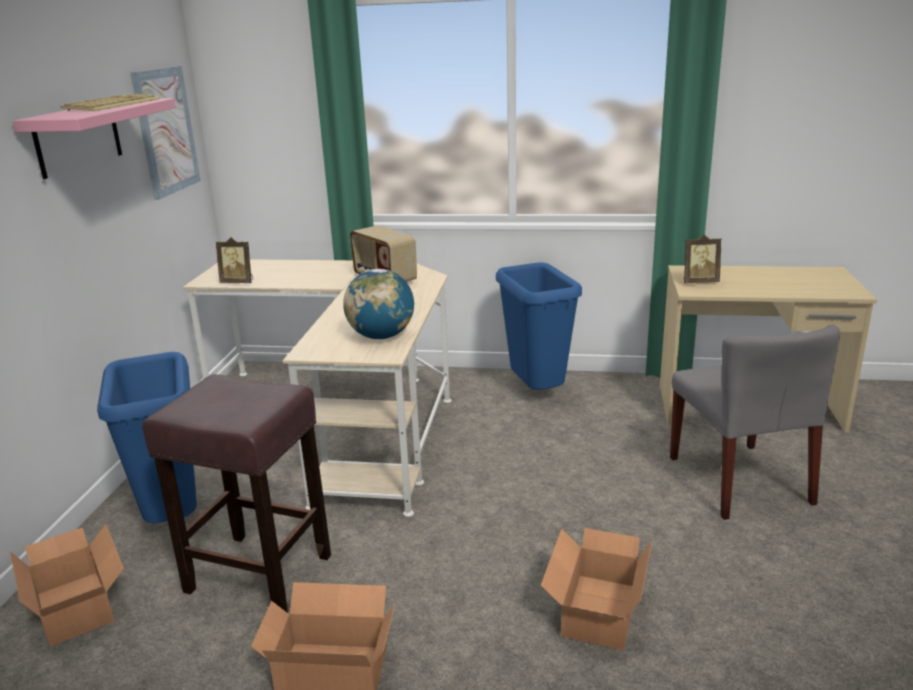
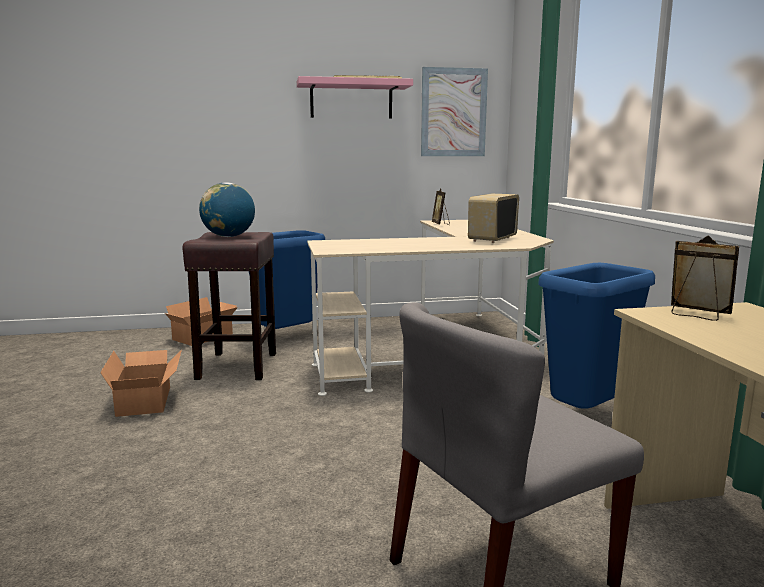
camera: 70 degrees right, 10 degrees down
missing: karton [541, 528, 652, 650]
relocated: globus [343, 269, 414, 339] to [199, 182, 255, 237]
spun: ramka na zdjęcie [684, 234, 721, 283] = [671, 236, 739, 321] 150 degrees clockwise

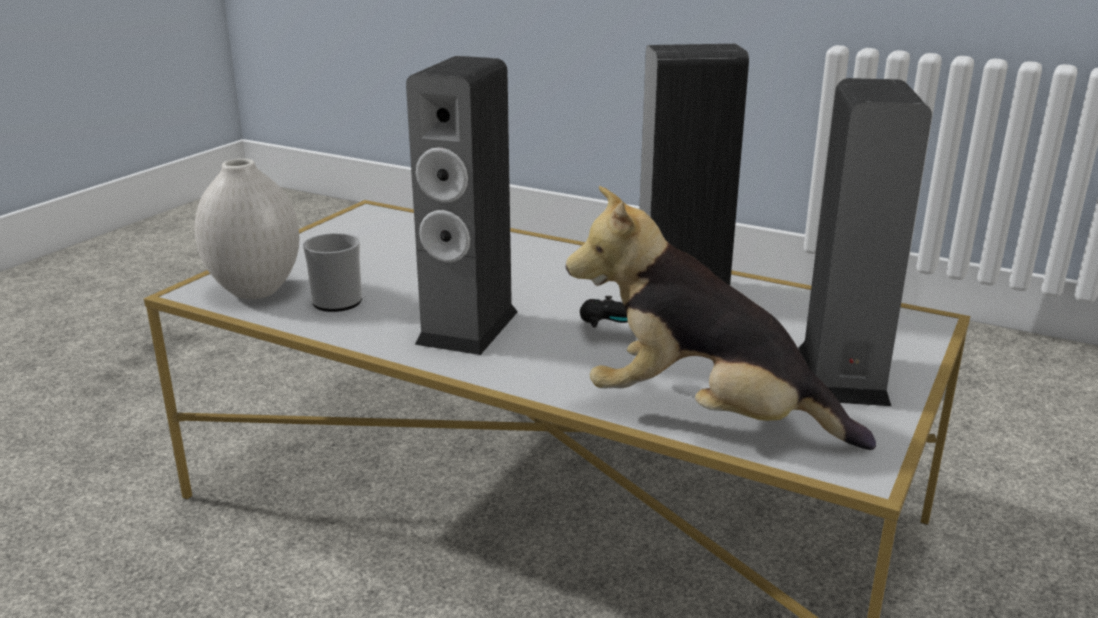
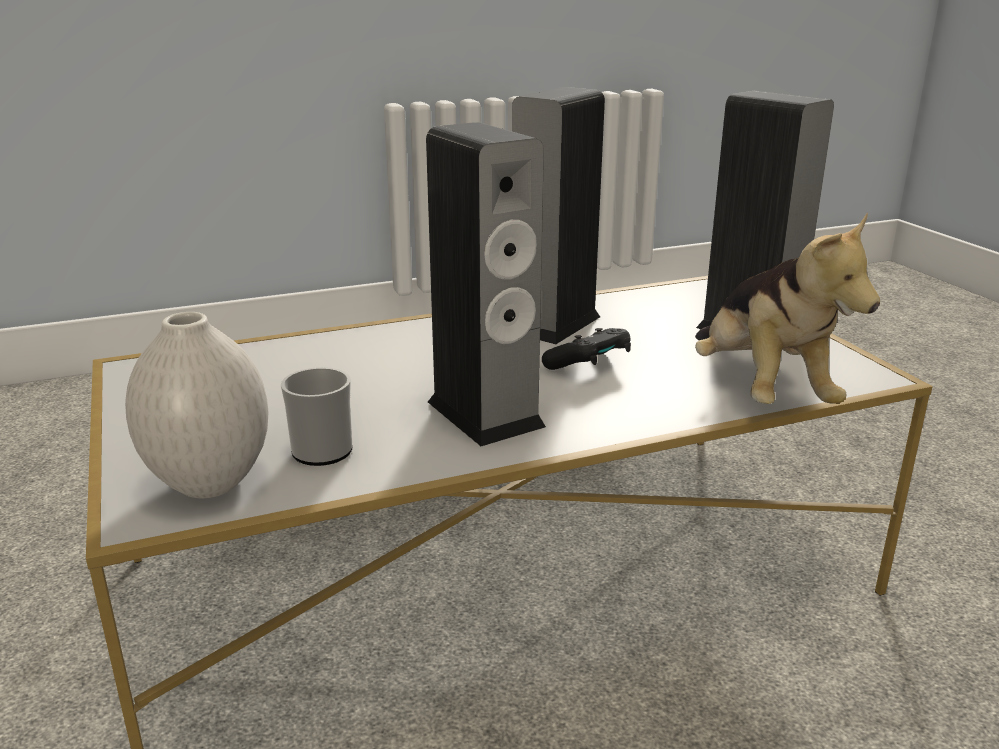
camera: 50 degrees left, 0 degrees up
spun: pluszak [566, 186, 876, 450] = [695, 212, 880, 404] 75 degrees counterclockwise

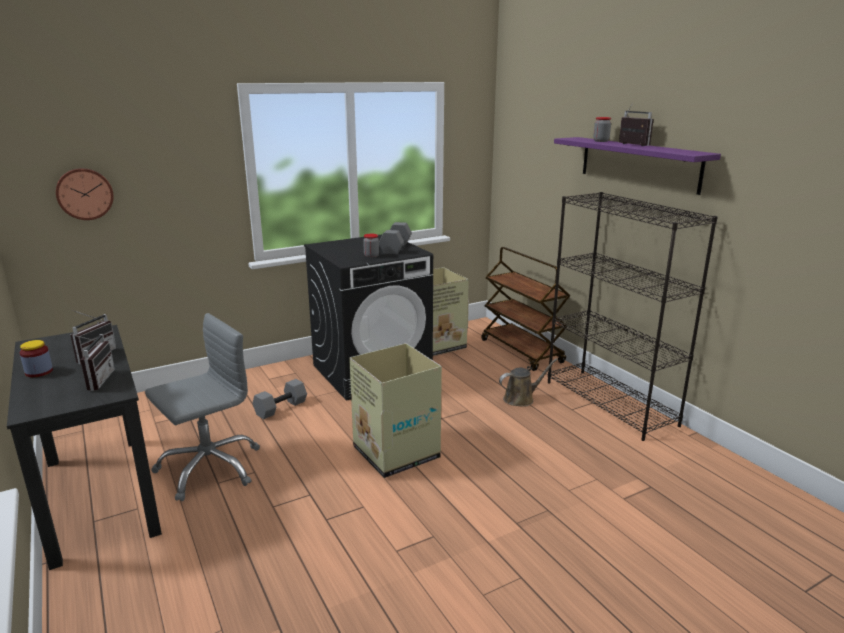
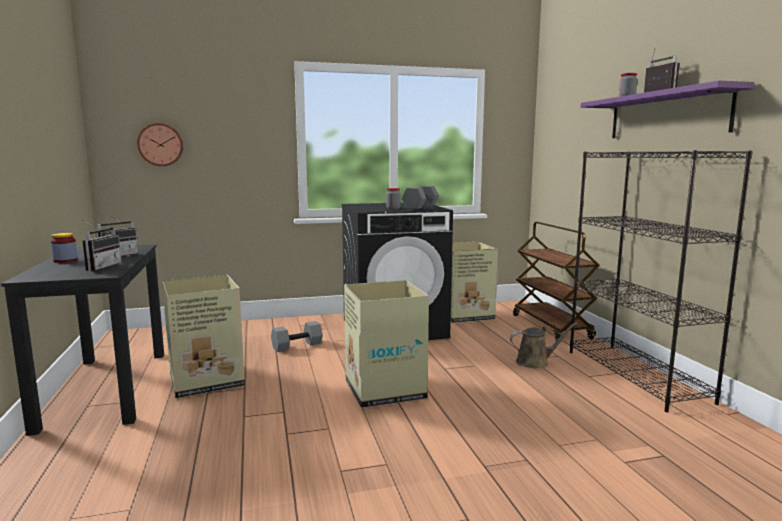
camera: 15 degrees right, 10 degrees down
exchanged: krzesło biurowe/szary [145, 313, 260, 501] to karton [162, 275, 245, 398]

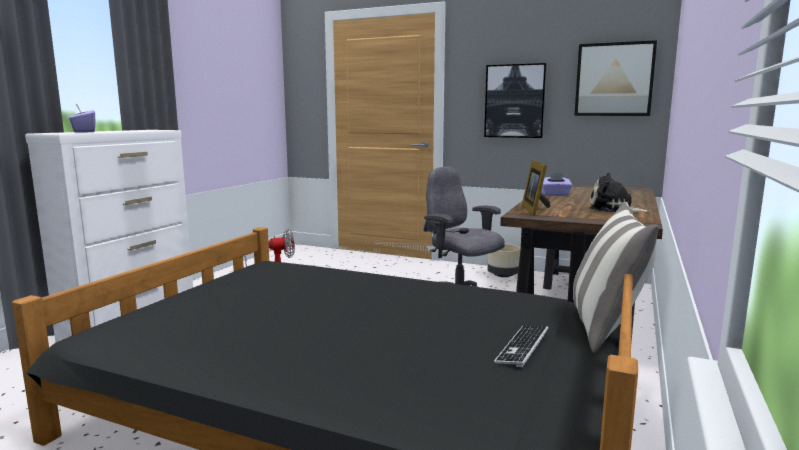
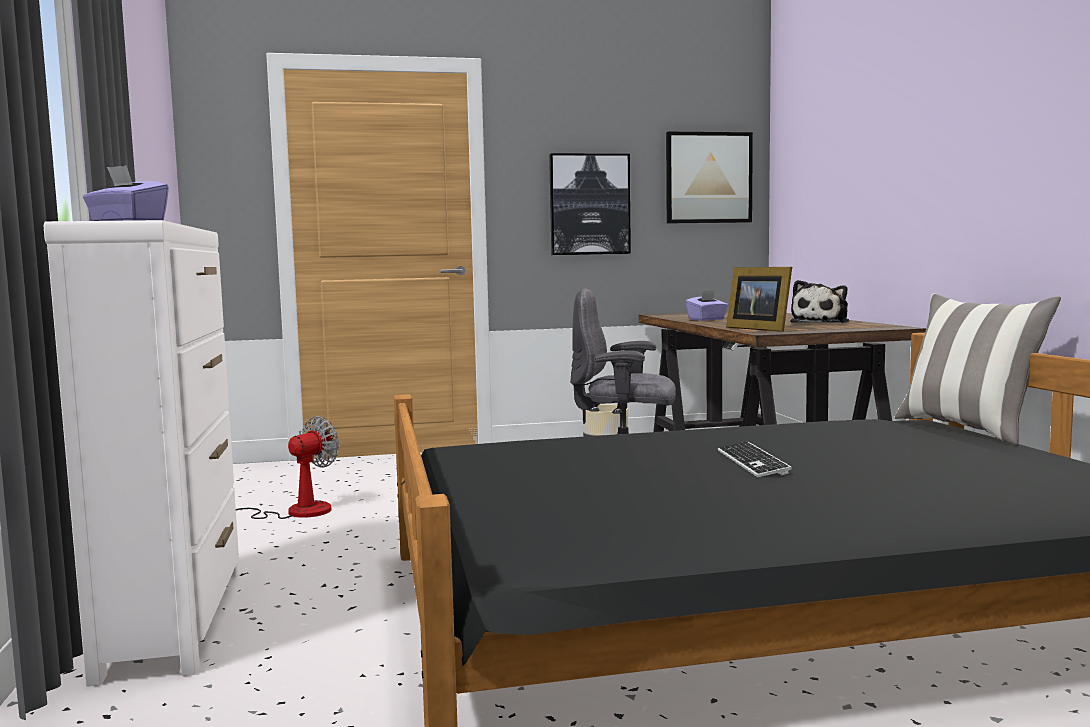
camera: 35 degrees left, 5 degrees down
relocated: klawiatura [494, 326, 549, 367] to [718, 442, 792, 477]
spun: pluszak [590, 172, 650, 213] = [790, 280, 849, 323] 45 degrees counterclockwise

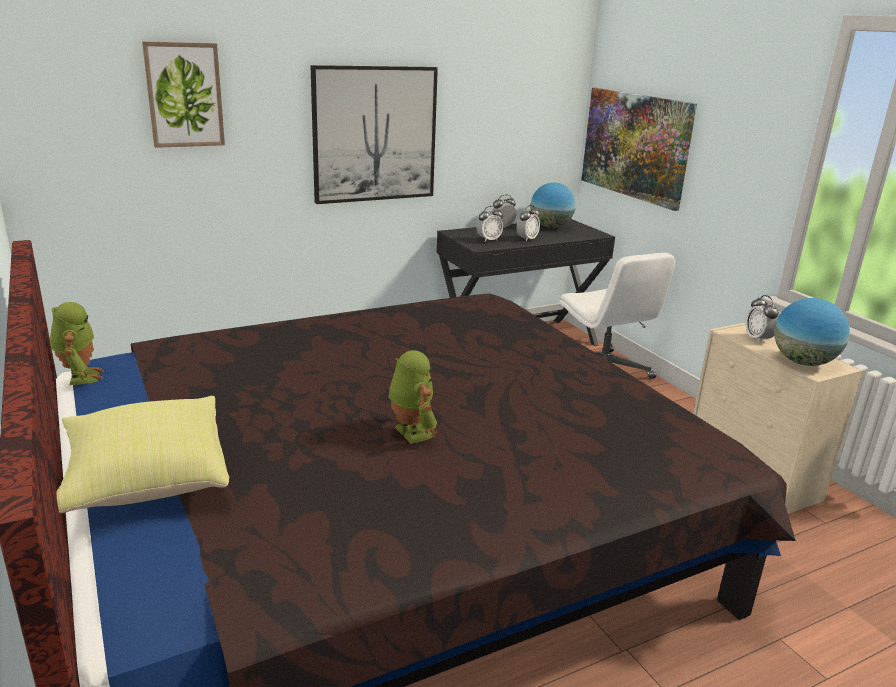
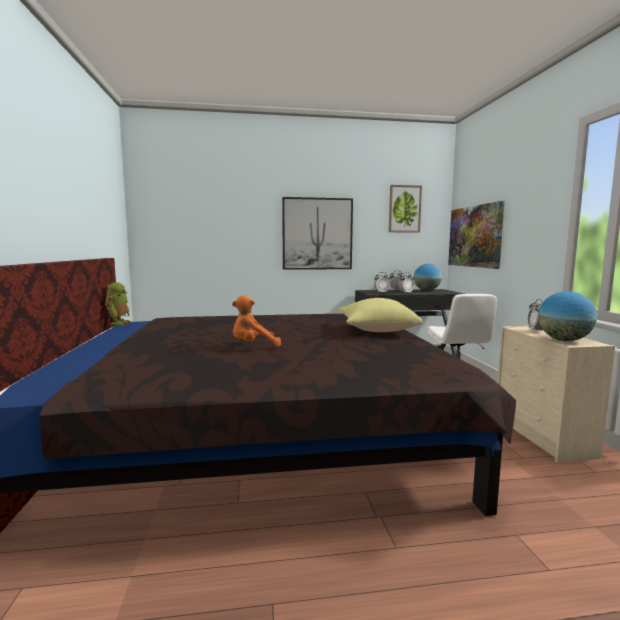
camera: 20 degrees right, 15 degrees down
relocated: obraz [142, 41, 225, 148] to [389, 185, 422, 233]; poduszka/żółty [57, 396, 229, 513] to [338, 298, 423, 332]
exchanged: robot zabawkowy [388, 350, 437, 444] to pluszak/pomarańczowy [232, 295, 281, 347]

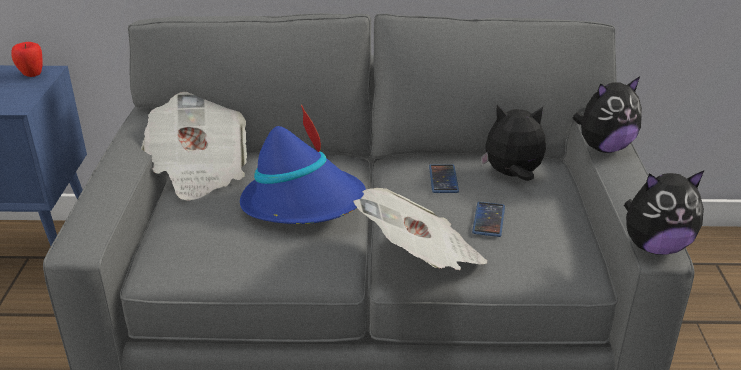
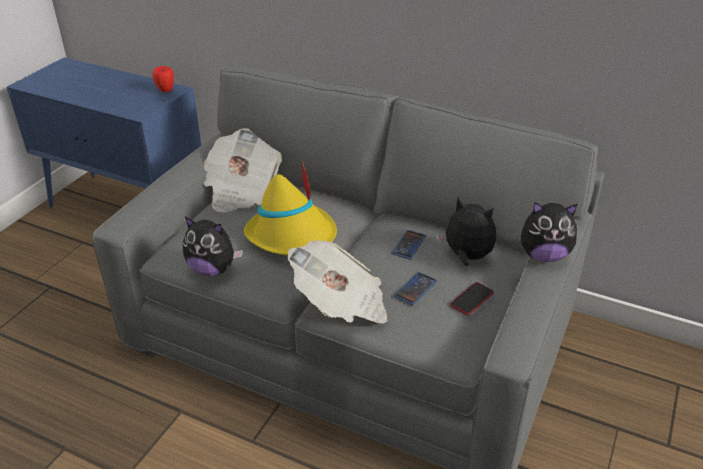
camera: 25 degrees right, 5 degrees up
appeared: telefon [450, 282, 494, 315]
relocated: pluszak [624, 171, 704, 255] to [183, 216, 243, 276]
colour: kapelusz/niebieski [240, 105, 366, 224] to kapelusz/żółty [244, 161, 337, 255]

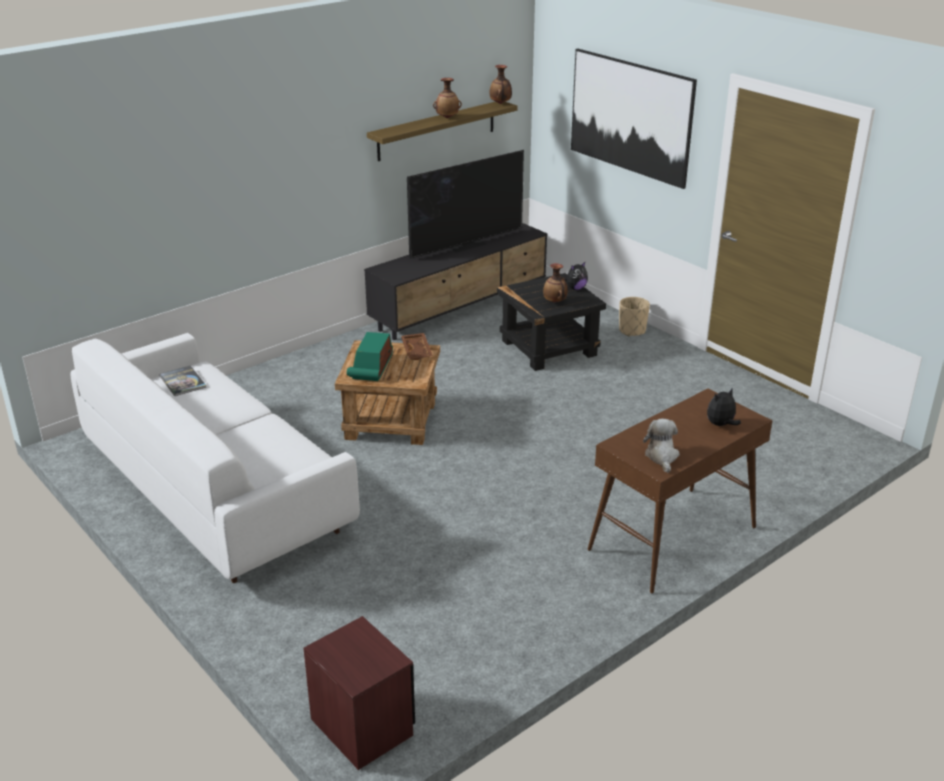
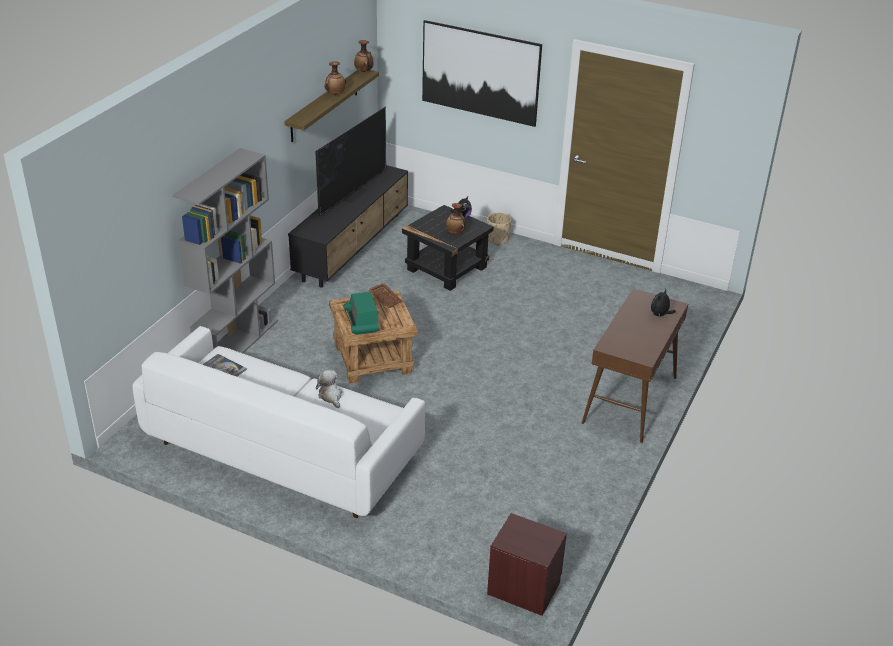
camera: 25 degrees left, 5 degrees up
appeared: regał/szary [172, 148, 278, 353]
relocated: pluszak [643, 419, 680, 473] to [316, 370, 342, 408]

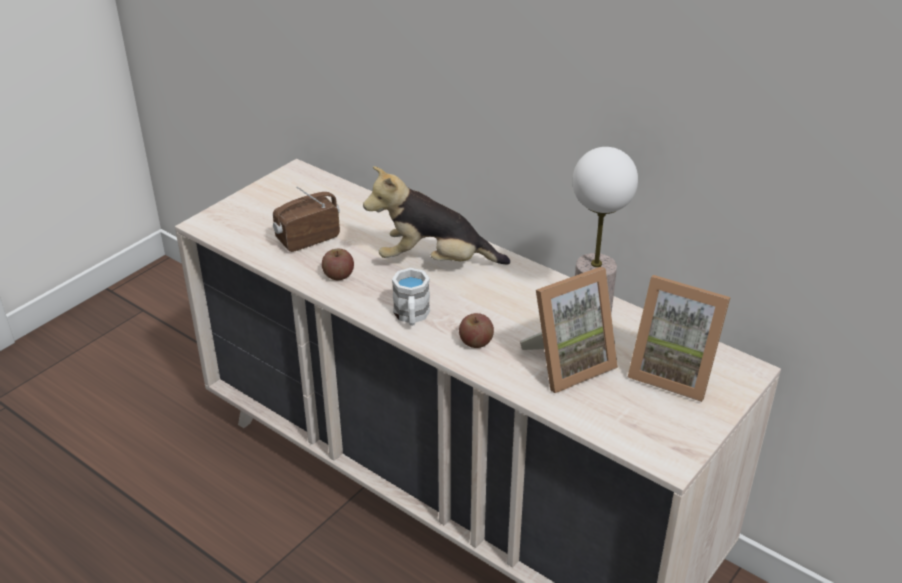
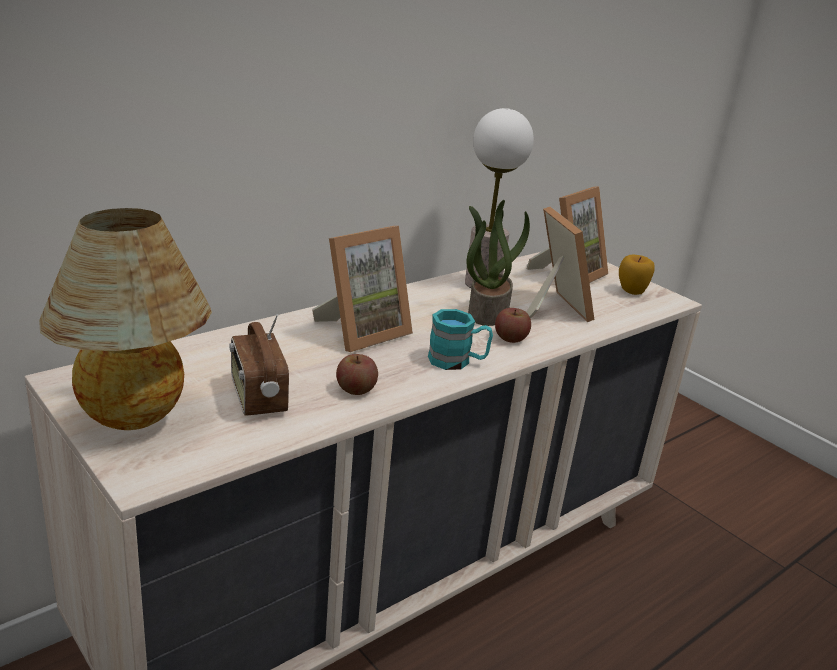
camera: 80 degrees left, 10 degrees down
appeared: roślina doniczkowa [467, 200, 530, 326]; lampa stołowa [39, 208, 212, 430]; jabłko [619, 255, 655, 295]
exchanged: pluszak [363, 166, 510, 264] to ramka na zdjęcie [312, 226, 413, 352]
colour: kubek/biały [392, 268, 430, 326] to kubek/turkusowy [428, 309, 493, 370]

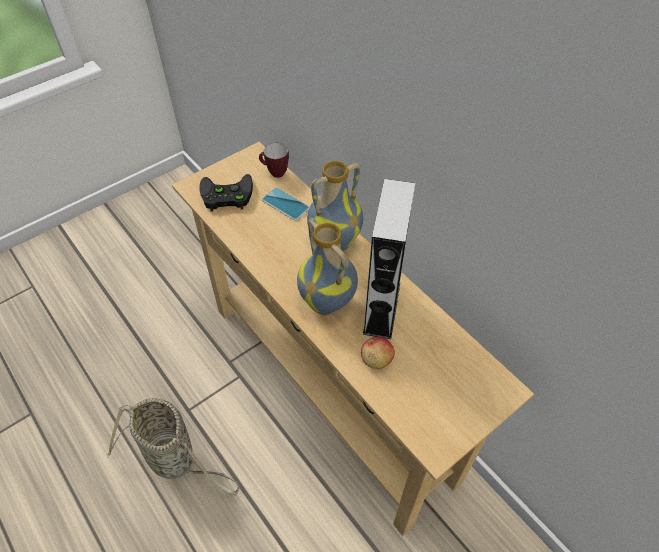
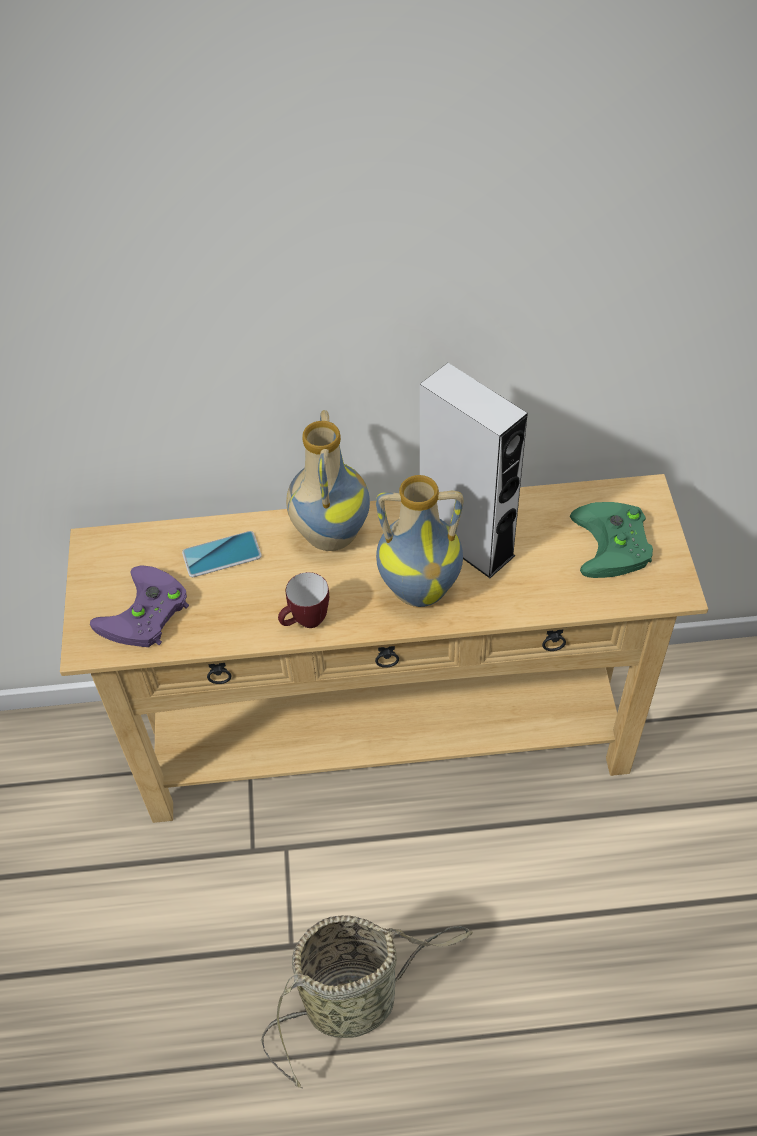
camera: 55 degrees left, 0 degrees up
missing: jabłko [361, 336, 395, 369]
appeared: pad do gier/zielony [570, 502, 653, 578]
relocated: kubek [259, 143, 289, 178] to [278, 572, 329, 628]
colour: pad do gier/czarny [200, 174, 253, 211] to pad do gier/fioletowy [90, 565, 189, 647]

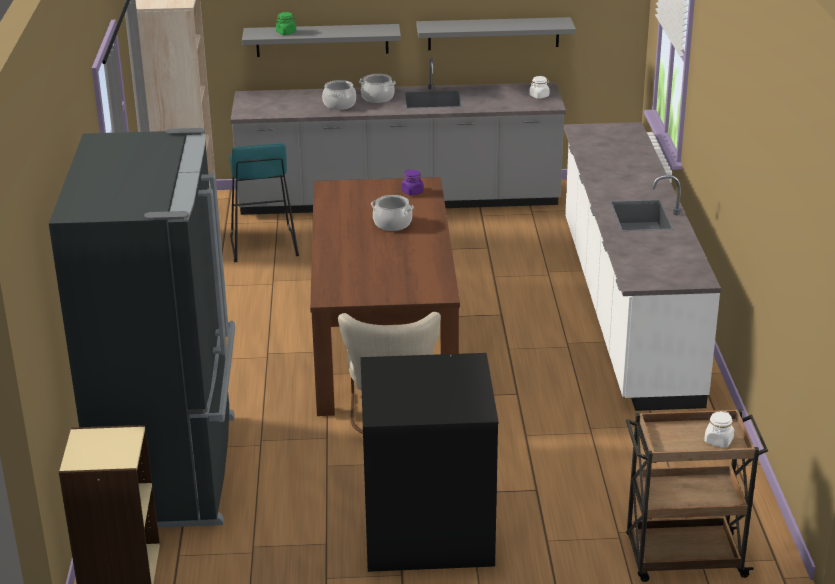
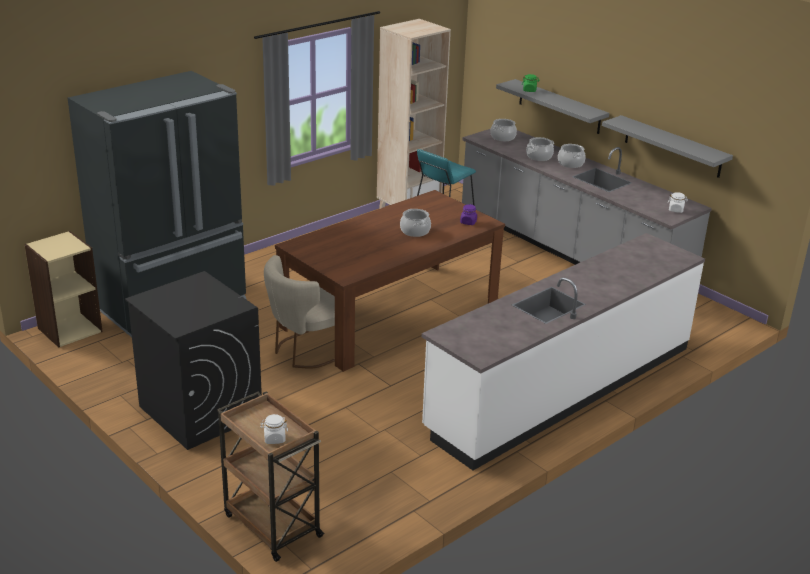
camera: 50 degrees right, 0 degrees up
appeared: garnek [490, 119, 517, 141]

